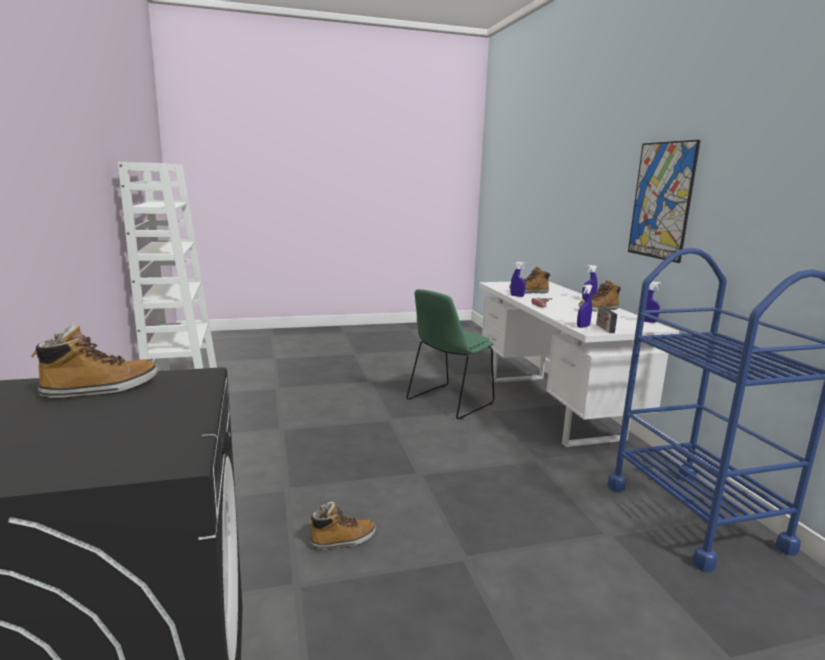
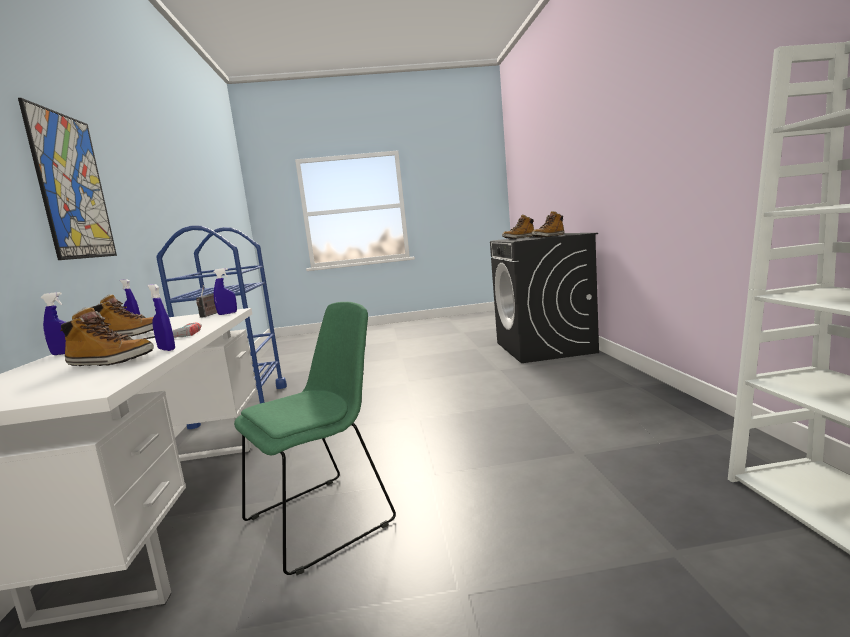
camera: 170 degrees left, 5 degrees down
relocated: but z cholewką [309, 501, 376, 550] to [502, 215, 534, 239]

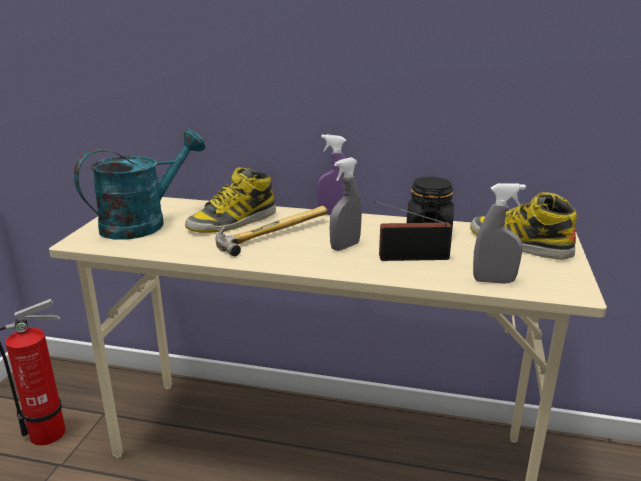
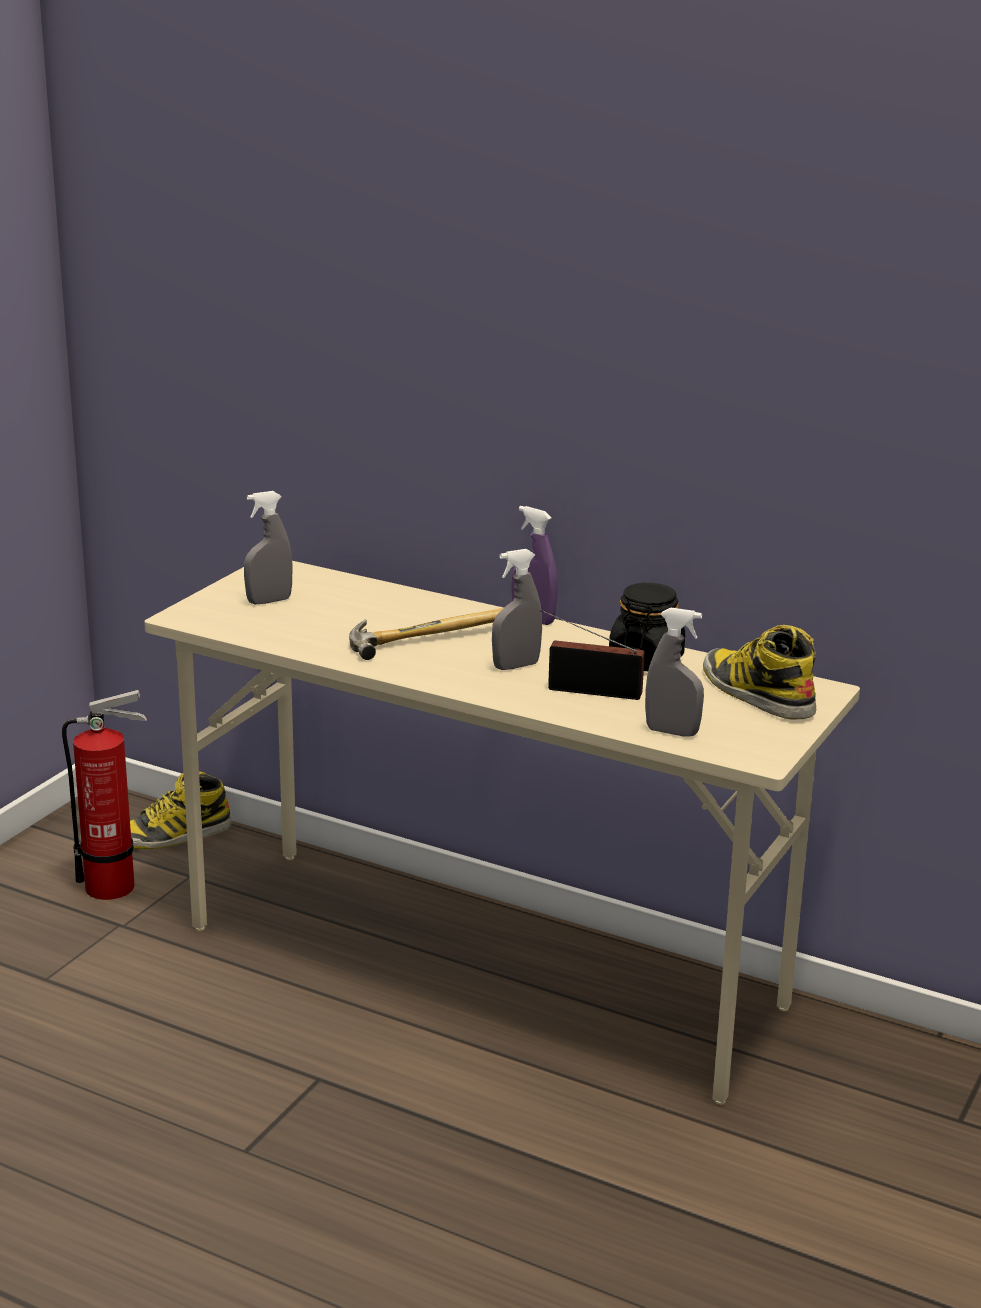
camera: 15 degrees right, 0 degrees up
relocated: but z cholewką [185, 167, 276, 233] to [130, 771, 232, 849]
exchanged: konewka/turkusowy [74, 129, 205, 240] to spryskiwacz/szary [244, 491, 292, 605]

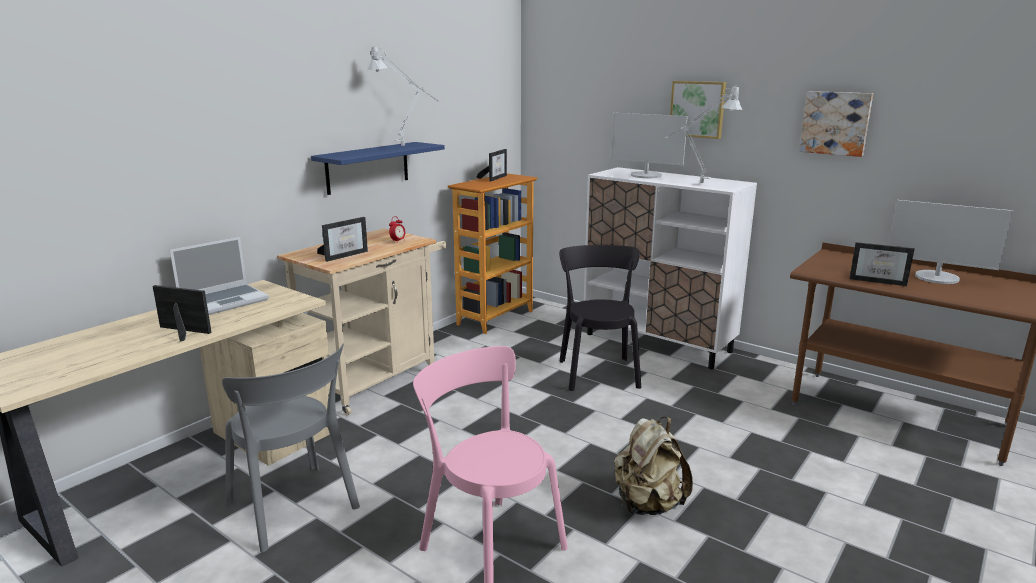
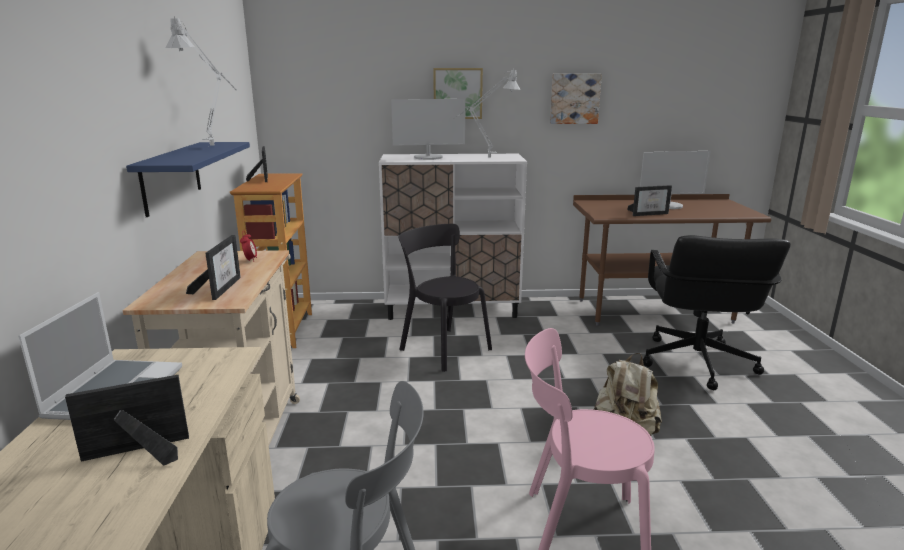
camera: 40 degrees left, 0 degrees up
appeared: krzesło biurowe/czarny [643, 235, 791, 390]

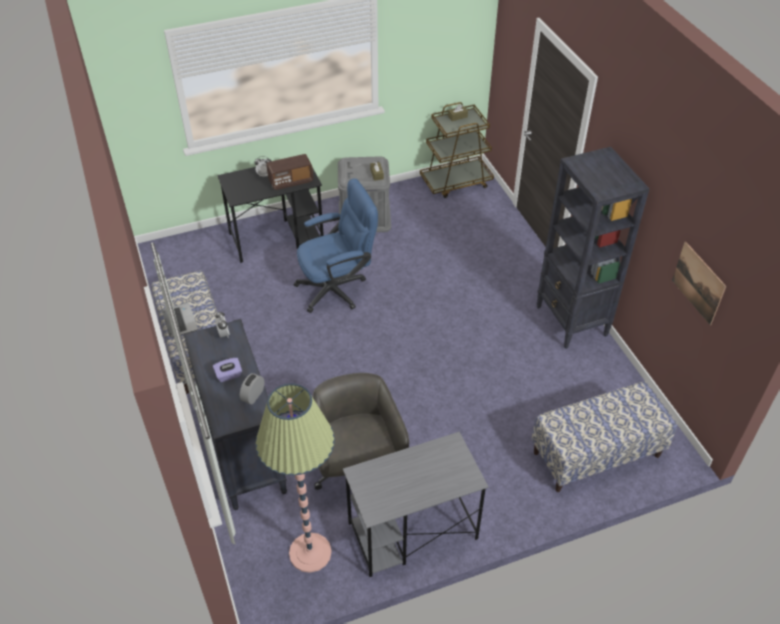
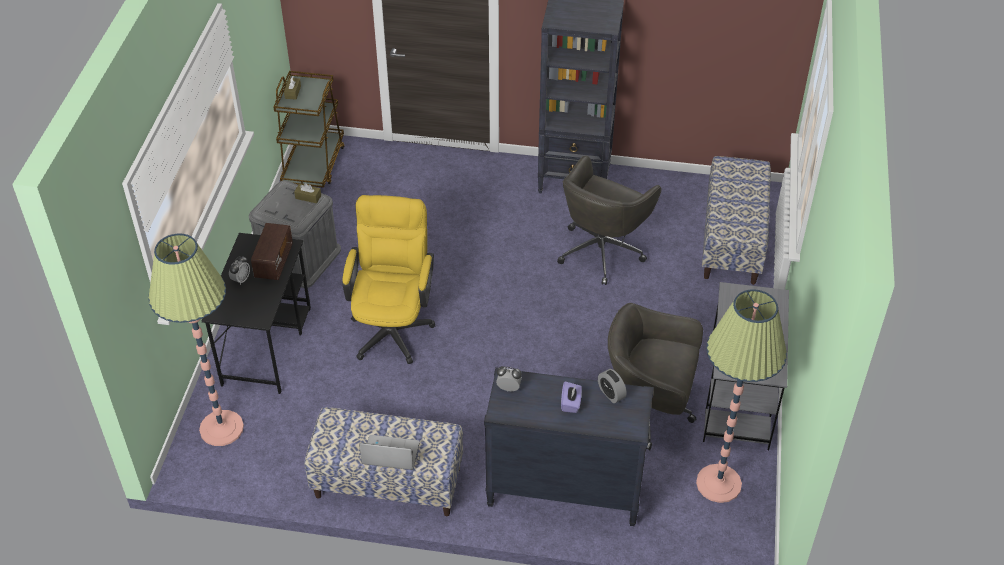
camera: 60 degrees left, 0 degrees up
missing: obraz [672, 242, 726, 325]
appeared: krzesło biurowe/szary [557, 156, 662, 285]; lampa stojąca [148, 233, 244, 446]
colour: krzesło biurowe/niebieski [294, 178, 378, 313] to krzesło biurowe/żółty [342, 195, 435, 365]

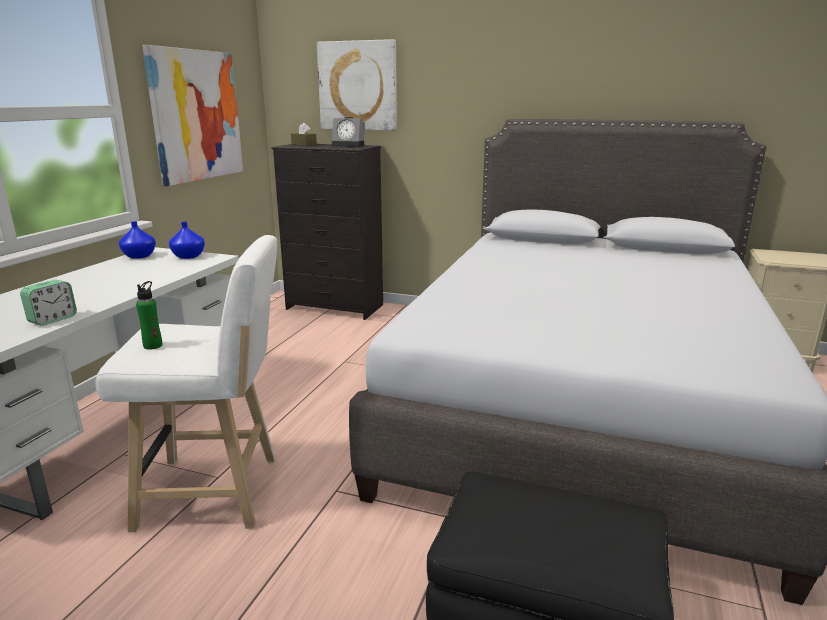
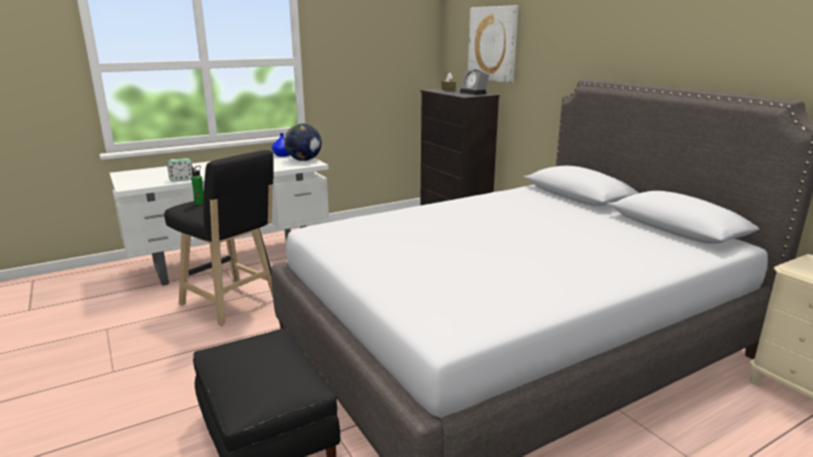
camera: 40 degrees right, 0 degrees up
missing: obraz [142, 45, 243, 186]
exchanged: wazon/niebieski [169, 222, 205, 259] to globus [284, 124, 322, 161]
colour: stołek/biały [95, 235, 277, 532] to stołek/czarny [164, 150, 274, 326]

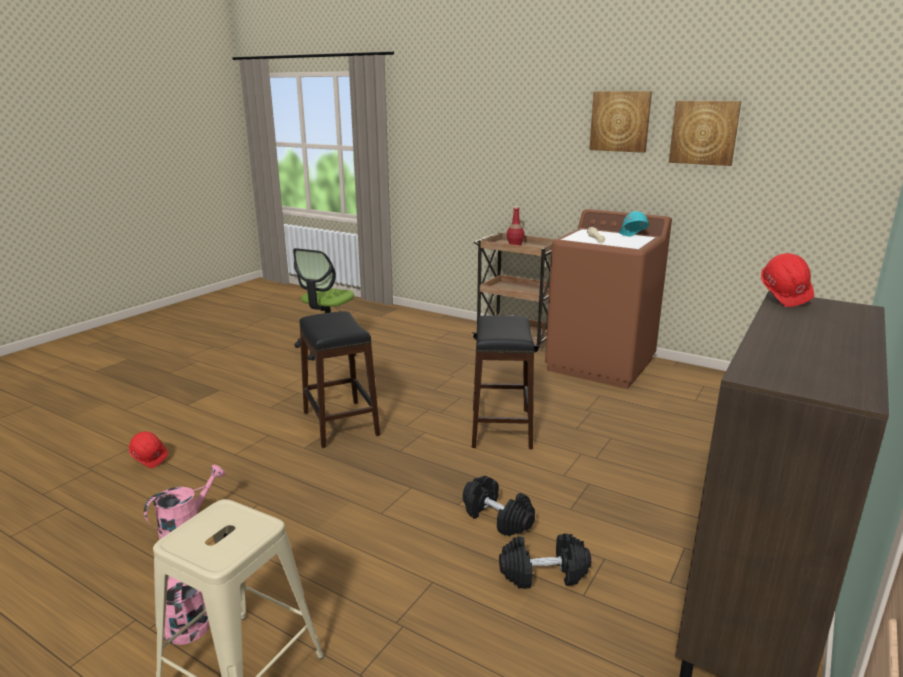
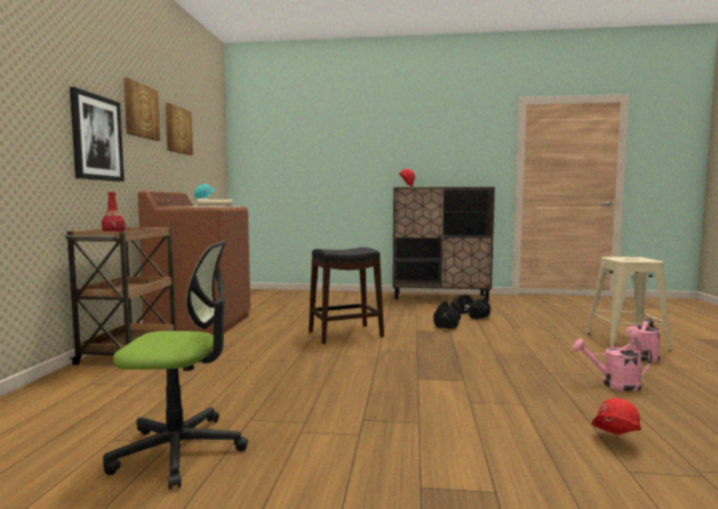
camera: 115 degrees left, 15 degrees down
missing: stołek/czarny [299, 311, 380, 448]
appeared: obraz [70, 87, 124, 182]

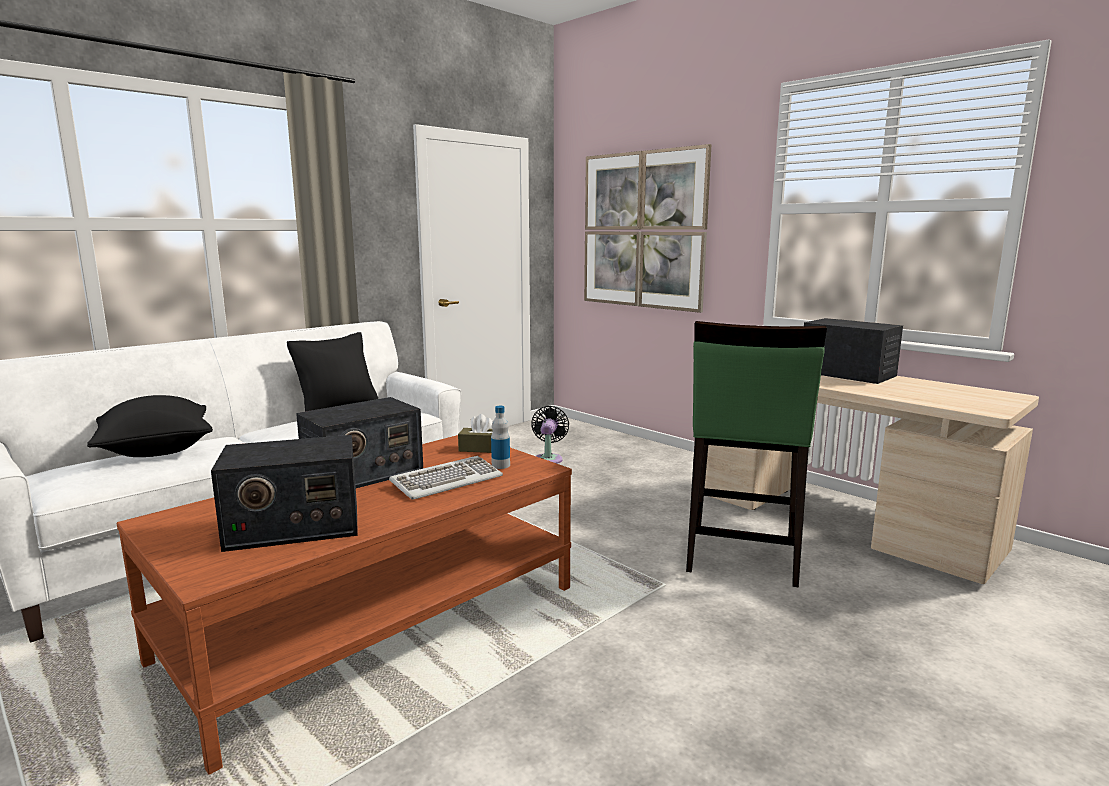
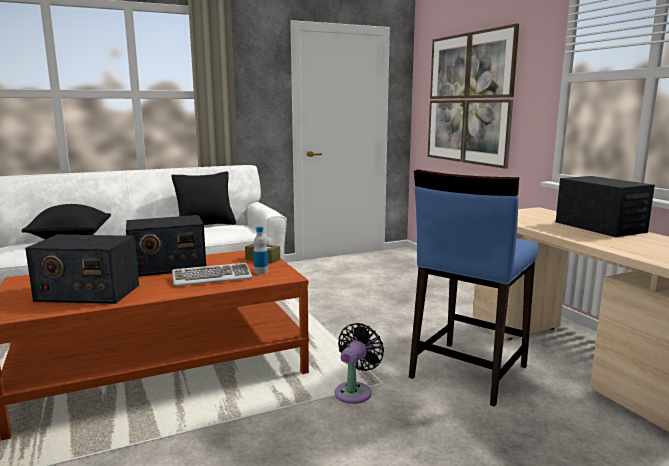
camera: 20 degrees right, 0 degrees up
relocated: wentylator/czarny [531, 406, 569, 464] to [334, 323, 384, 404]
colour: stołek/zielony [686, 321, 827, 587] to stołek/niebieski [409, 169, 539, 407]

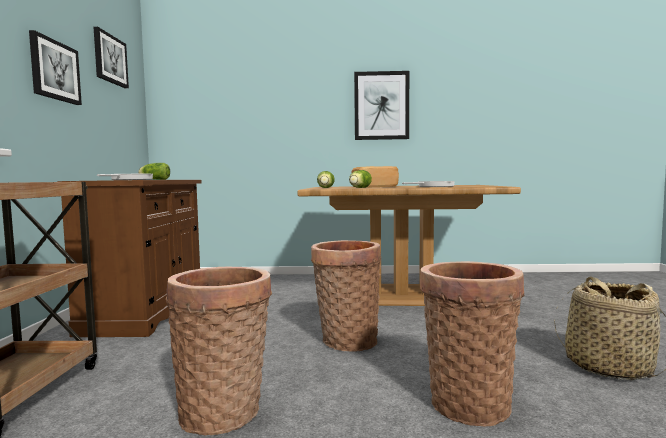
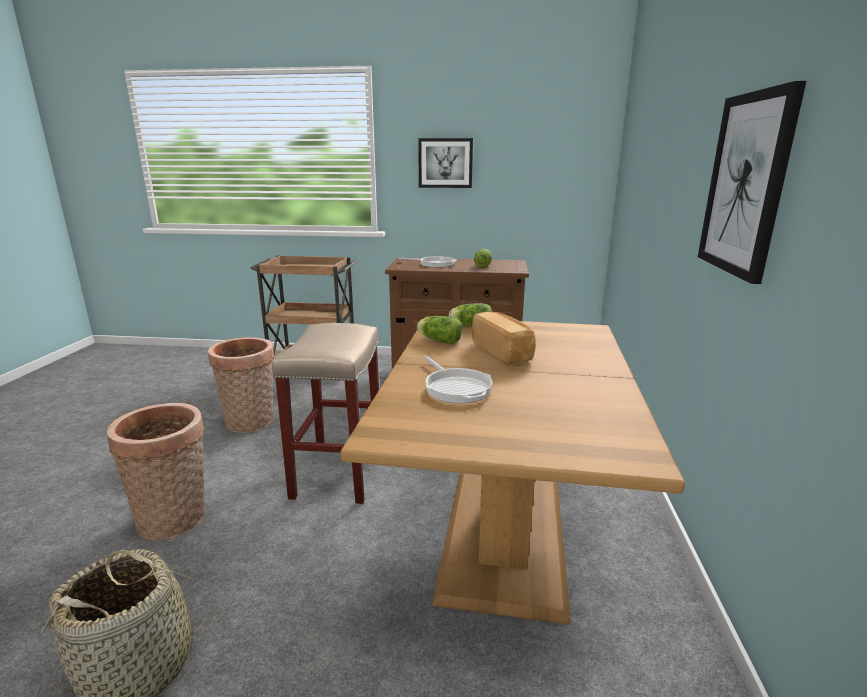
camera: 95 degrees right, 15 degrees up
missing: obraz [94, 27, 129, 88]
exchanged: koszyk [311, 240, 381, 351] to stołek/beżowy [272, 323, 379, 504]

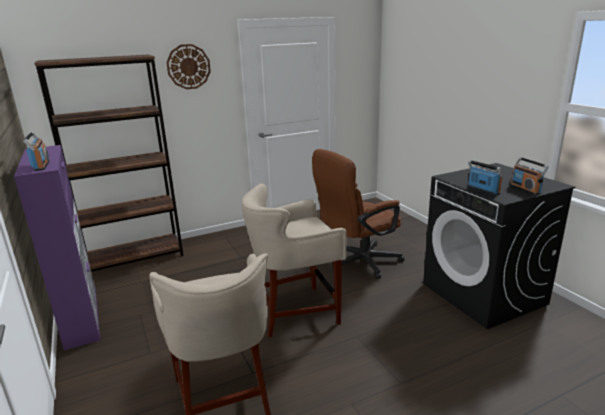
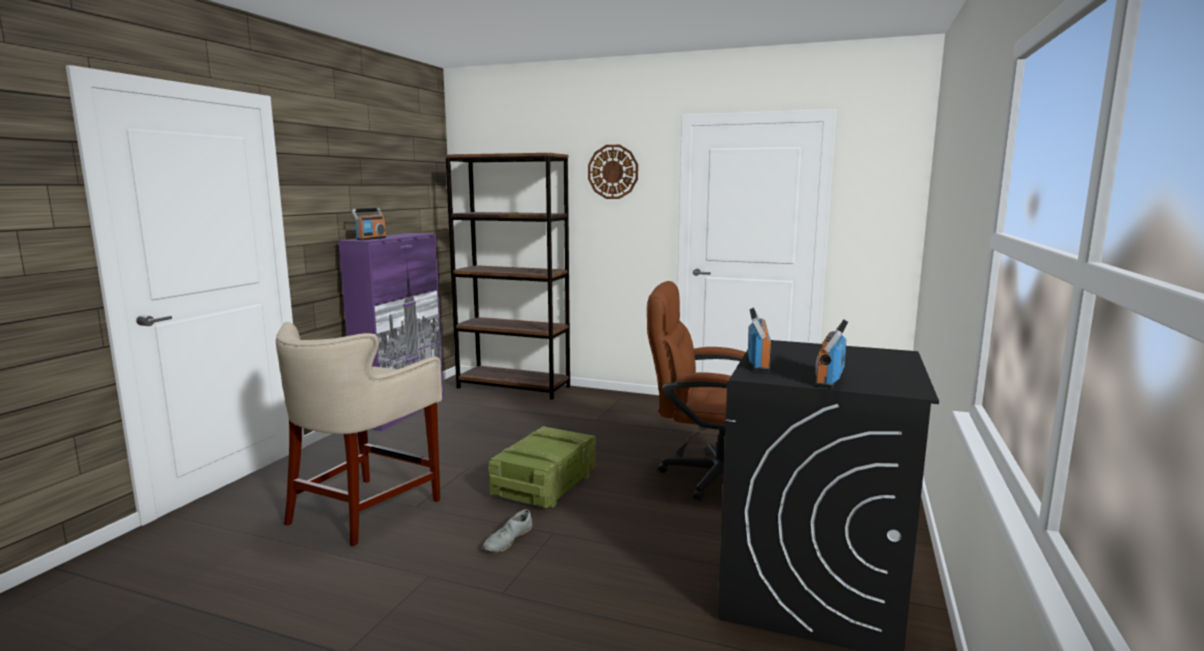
camera: 45 degrees right, 10 degrees down
appeared: but/szary [482, 509, 533, 553]
exchanged: stołek/beżowy [242, 184, 346, 338] to skrzynka [489, 426, 596, 508]

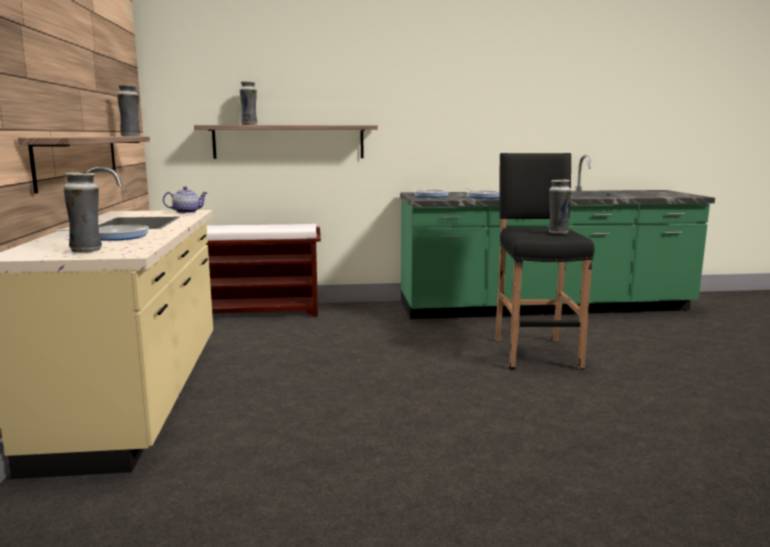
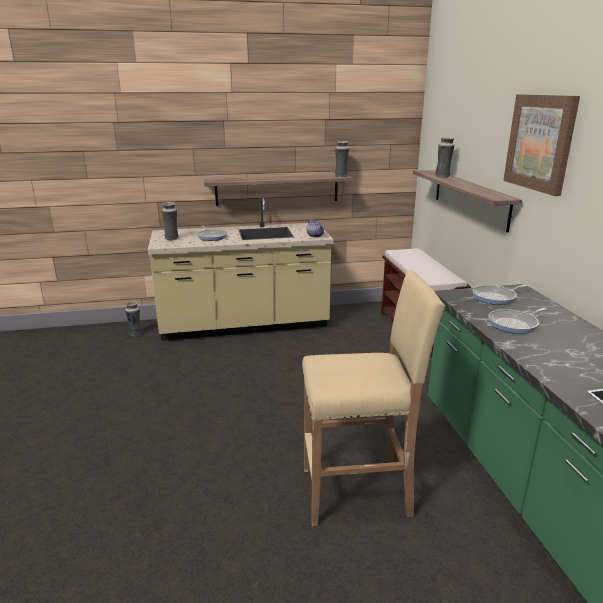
camera: 85 degrees right, 10 degrees up
appeared: obraz [503, 94, 580, 196]
relocated: wazon [548, 179, 571, 234] to [125, 301, 142, 337]
colour: stołek/czarny [495, 153, 594, 370] to stołek/beżowy [302, 270, 445, 526]

